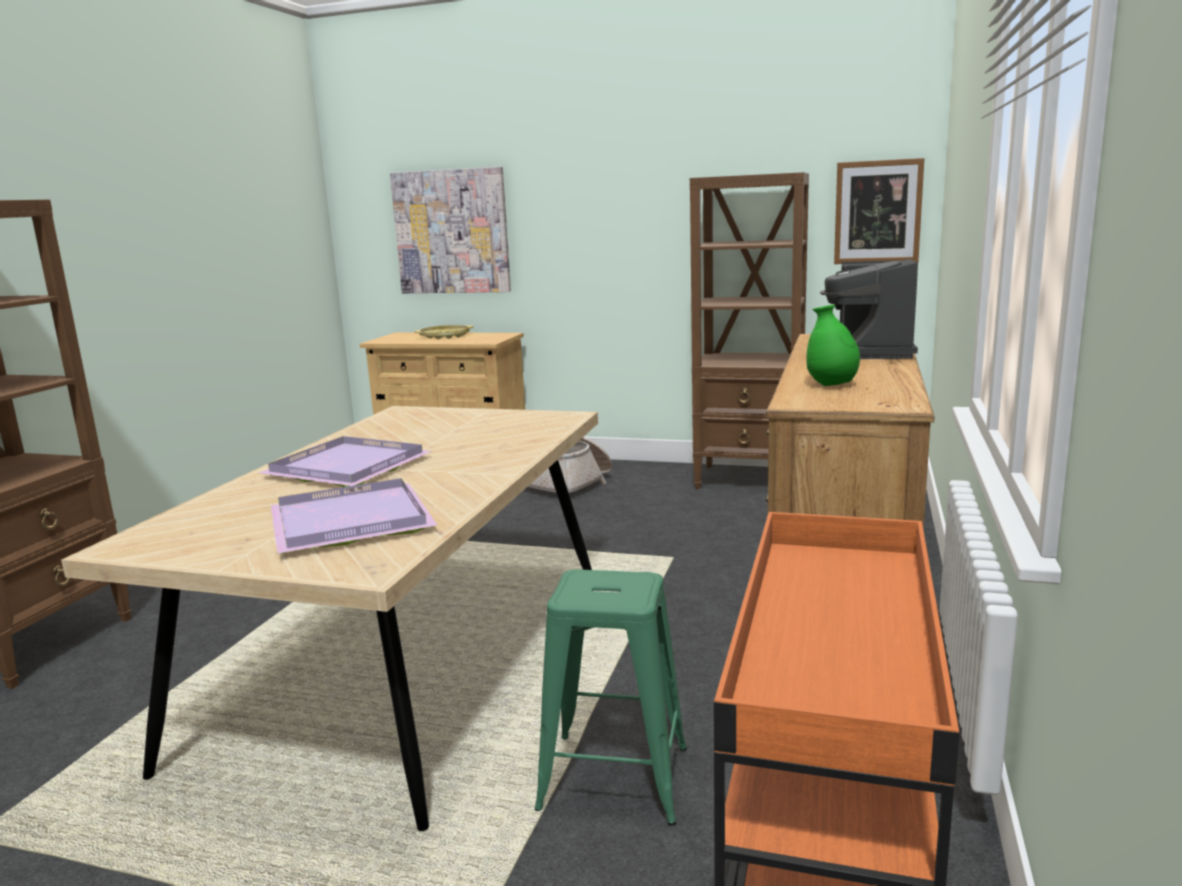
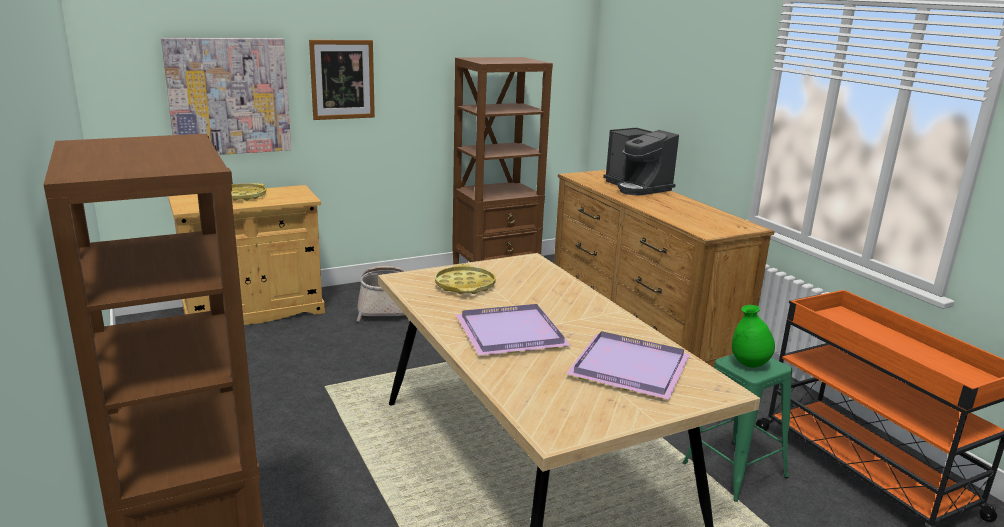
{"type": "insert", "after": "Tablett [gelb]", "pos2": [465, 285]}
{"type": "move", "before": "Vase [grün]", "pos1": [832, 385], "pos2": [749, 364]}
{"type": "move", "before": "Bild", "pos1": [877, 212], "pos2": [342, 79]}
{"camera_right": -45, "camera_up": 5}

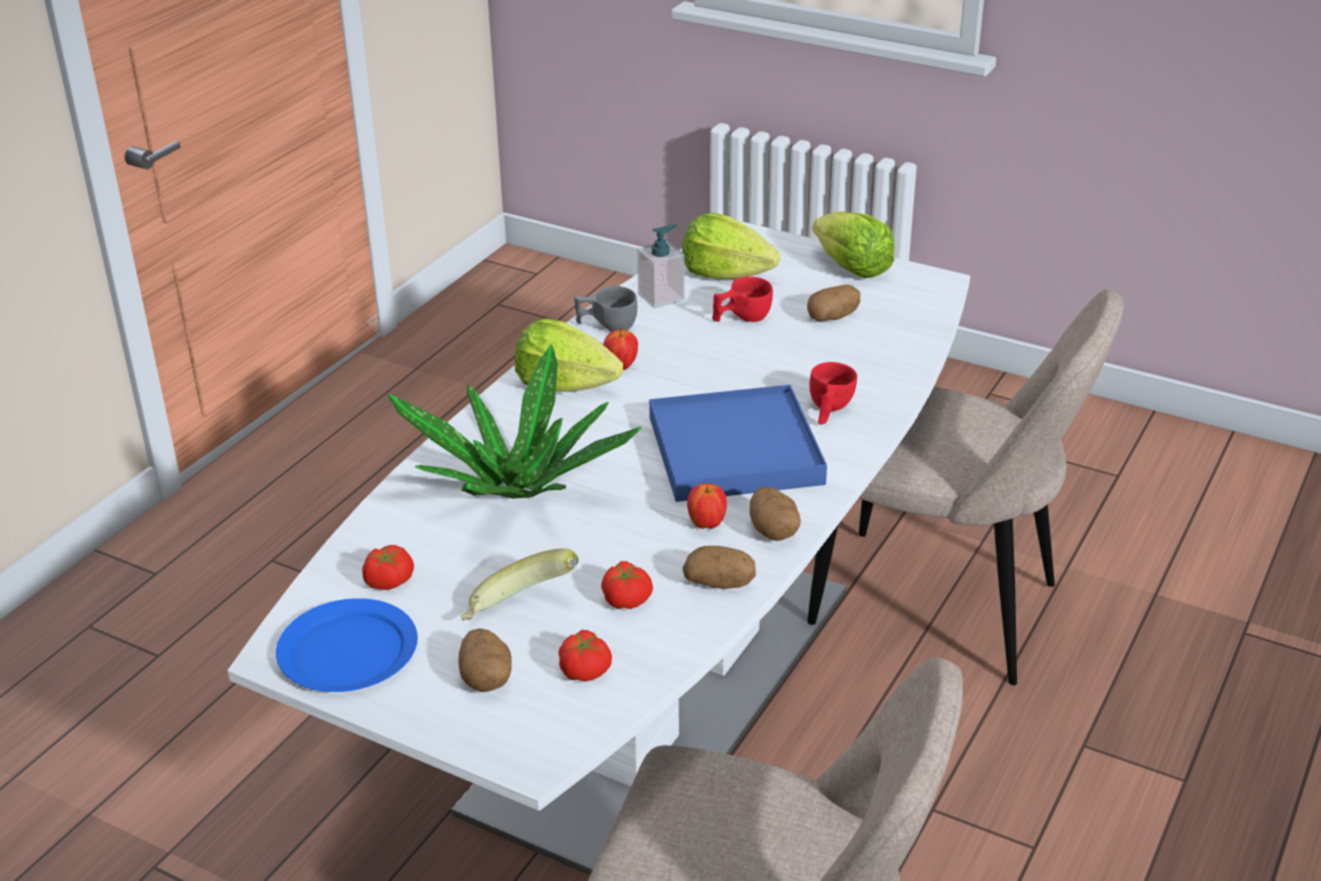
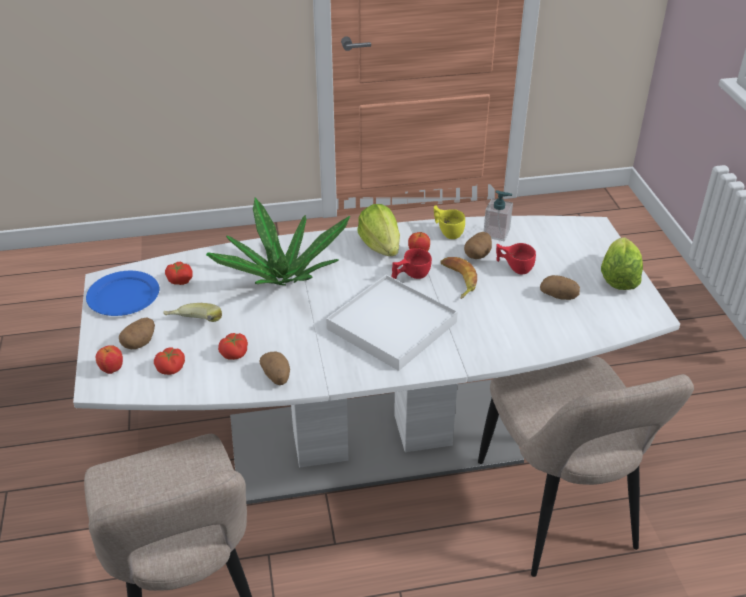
{"type": "delete", "before": "Salatkopf", "pos1": [725, 274]}
{"type": "insert", "after": "Banane", "pos2": [457, 280]}
{"type": "move", "before": "Apfel", "pos1": [706, 524], "pos2": [112, 369]}
{"type": "move", "before": "Kartoffel", "pos1": [773, 530], "pos2": [477, 254]}
{"type": "move", "before": "Tasse [rot]", "pos1": [828, 410], "pos2": [410, 275]}
{"type": "recolor", "before": "Tasse [grau]", "after": "Tasse [gelb]", "pos1": [606, 326], "pos2": [447, 231]}
{"type": "recolor", "before": "Tablett [blau]", "after": "Tablett [weiß]", "pos1": [734, 451], "pos2": [391, 325]}
{"camera_right": 50, "camera_up": 5}

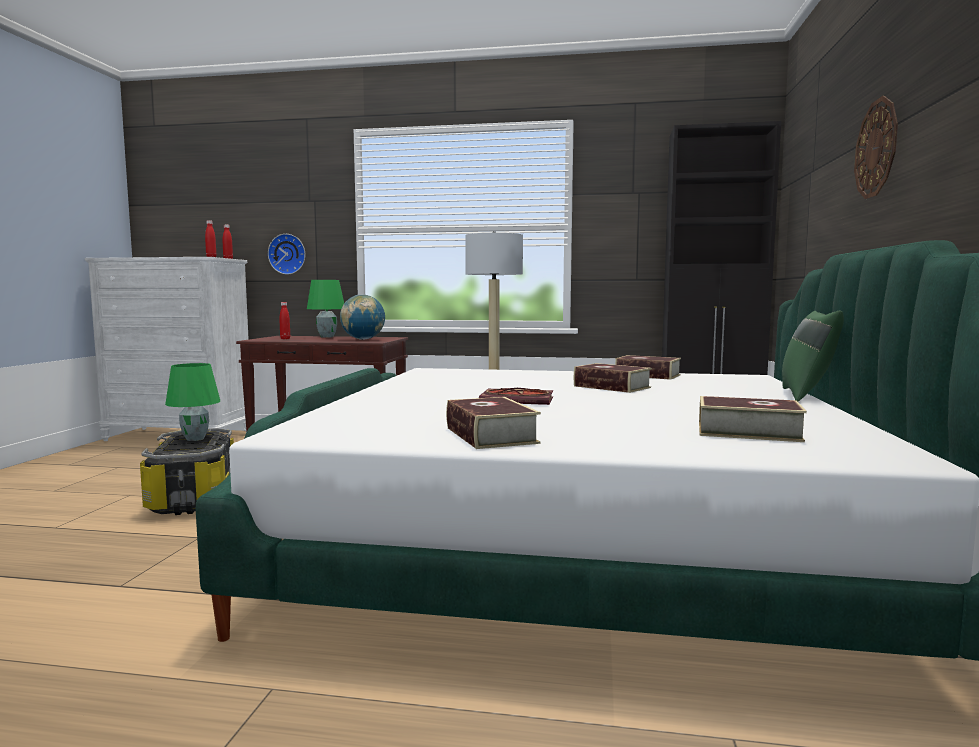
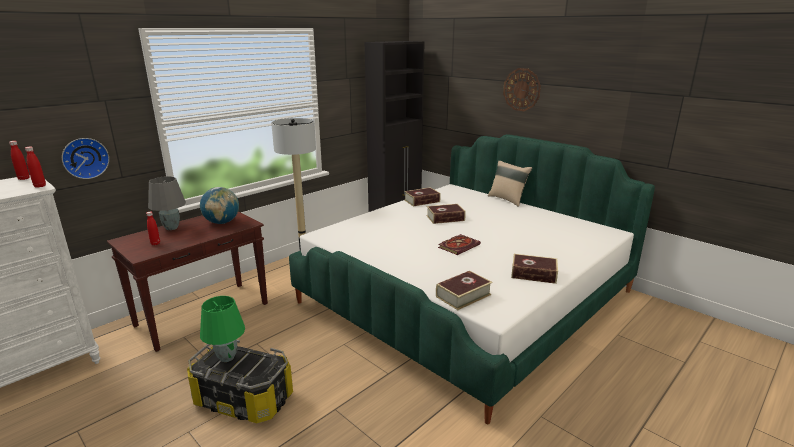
{"type": "move", "before": "Buch", "pos1": [748, 432], "pos2": [463, 295]}
{"type": "recolor", "before": "Tischlampe [grün]", "after": "Tischlampe [grau]", "pos1": [326, 337], "pos2": [171, 228]}
{"type": "recolor", "before": "Kissen [grün]", "after": "Kissen [beige]", "pos1": [808, 395], "pos2": [507, 199]}
{"camera_right": -55, "camera_up": 15}

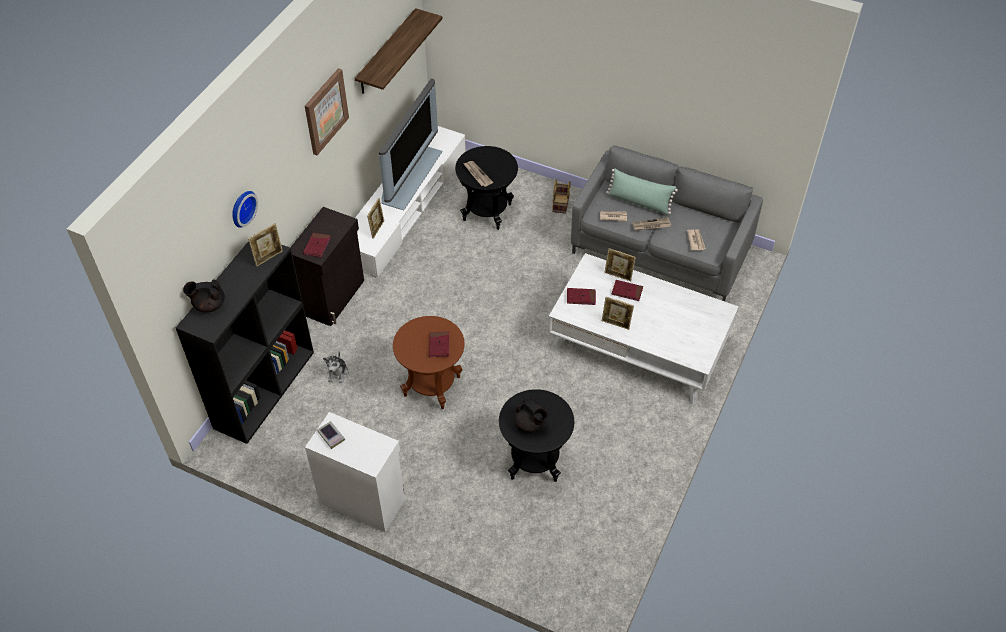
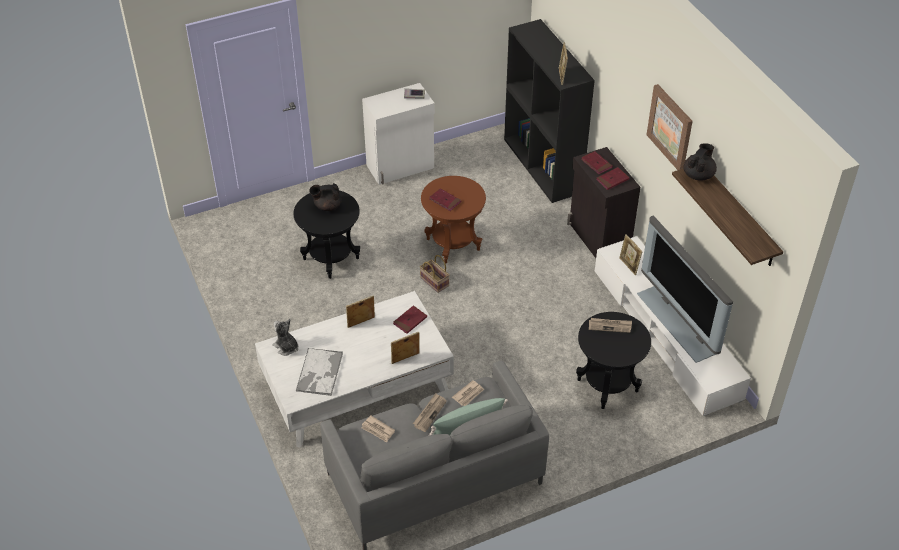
{"type": "delete", "before": "Wanduhr", "pos1": [241, 208]}
{"type": "insert", "after": "Tablett", "pos2": [319, 372]}
{"type": "move", "before": "Teekanne [schwarz]", "pos1": [209, 304], "pos2": [698, 175]}
{"type": "move", "before": "Plüschtier", "pos1": [338, 373], "pos2": [286, 347]}
{"type": "move", "before": "Korb", "pos1": [561, 204], "pos2": [433, 282]}
{"type": "move", "before": "Buch [rot]", "pos1": [627, 291], "pos2": [612, 180]}
{"camera_right": 130, "camera_up": -5}

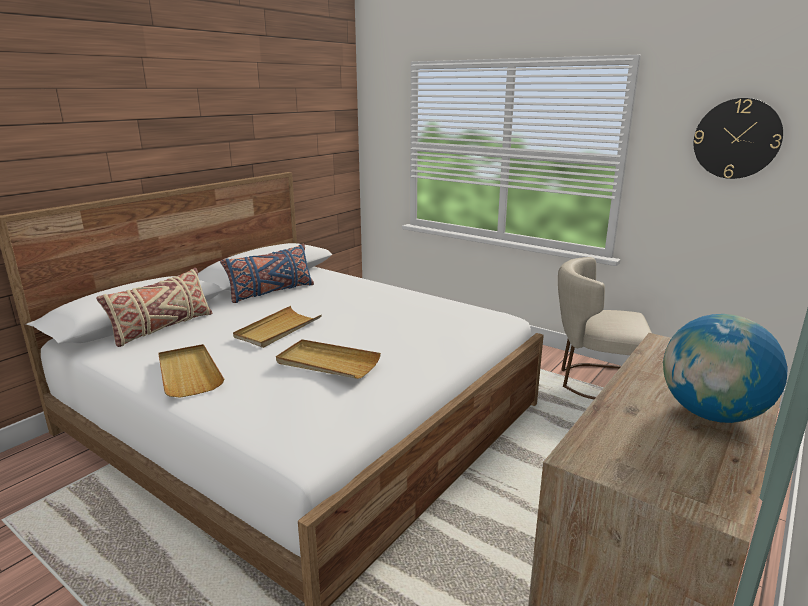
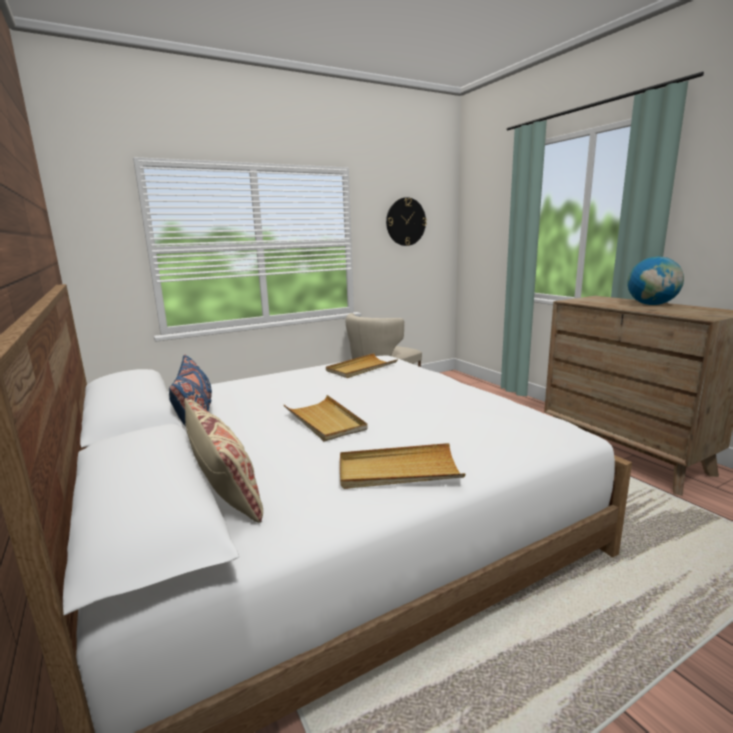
{"type": "move", "before": "Tablett [beige]", "pos1": [327, 363], "pos2": [361, 368]}
{"camera_right": -65, "camera_up": -5}

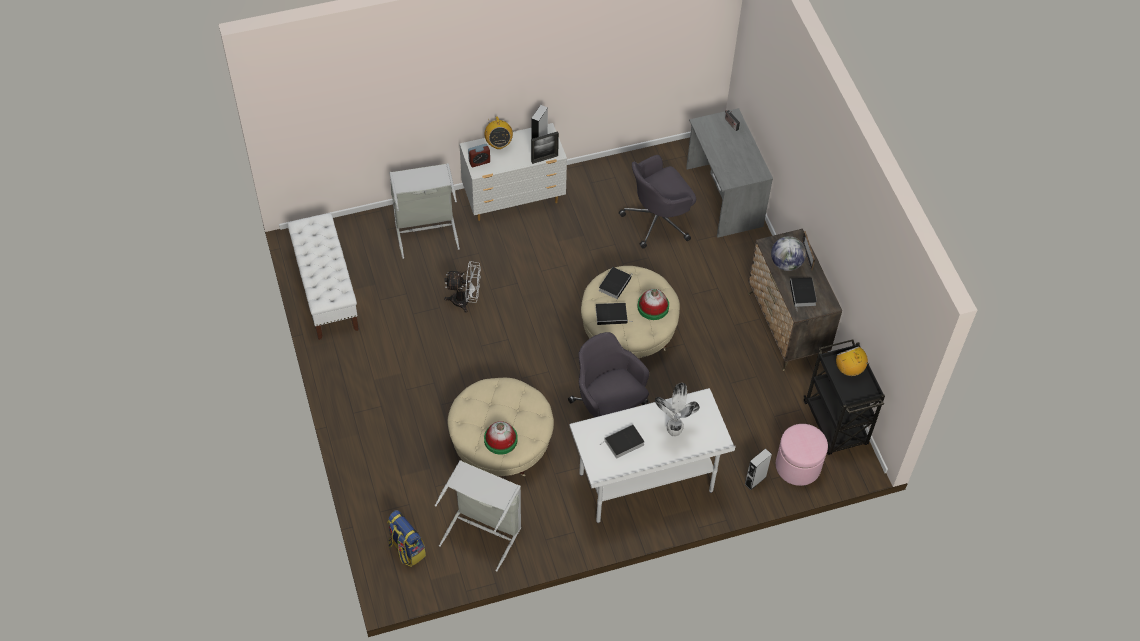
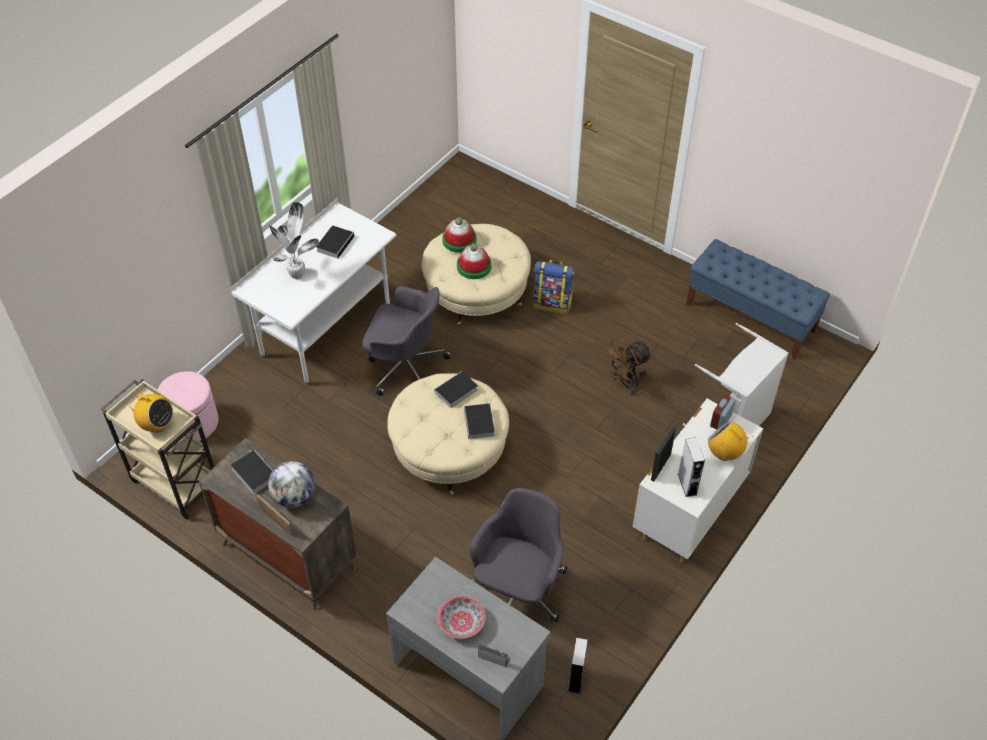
{"type": "delete", "before": "Wäschekorb [grau]", "pos1": [484, 530]}
{"type": "insert", "after": "Schüssel", "pos2": [461, 623]}
{"type": "move", "before": "Rucksack", "pos1": [406, 549], "pos2": [552, 303]}
{"type": "move", "before": "Hut", "pos1": [653, 307], "pos2": [474, 266]}
{"type": "move", "before": "Lautsprecher [grau]", "pos1": [755, 480], "pos2": [576, 679]}
{"type": "recolor", "before": "Bank [weiß]", "after": "Bank [blau]", "pos1": [326, 290], "pos2": [751, 318]}
{"type": "recolor", "before": "Ventilator [weiß]", "after": "Ventilator [braun]", "pos1": [465, 301], "pos2": [625, 383]}
{"type": "recolor", "before": "Rollwagen [schwarz]", "after": "Rollwagen [beige]", "pos1": [836, 425], "pos2": [175, 482]}
{"camera_right": 145, "camera_up": -5}

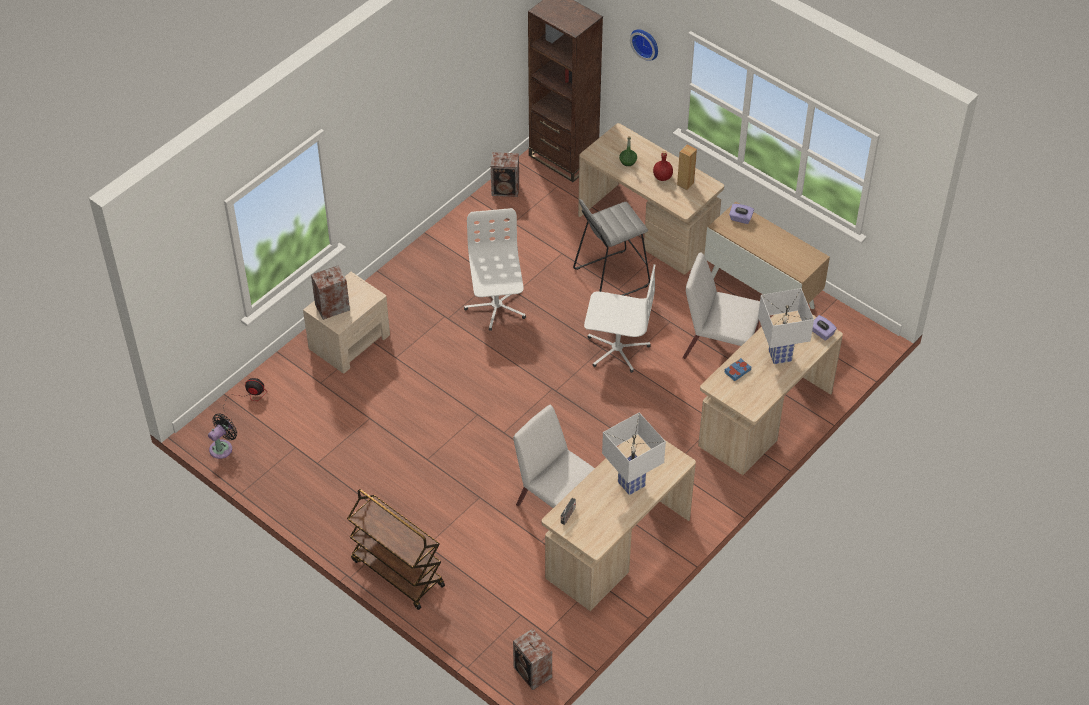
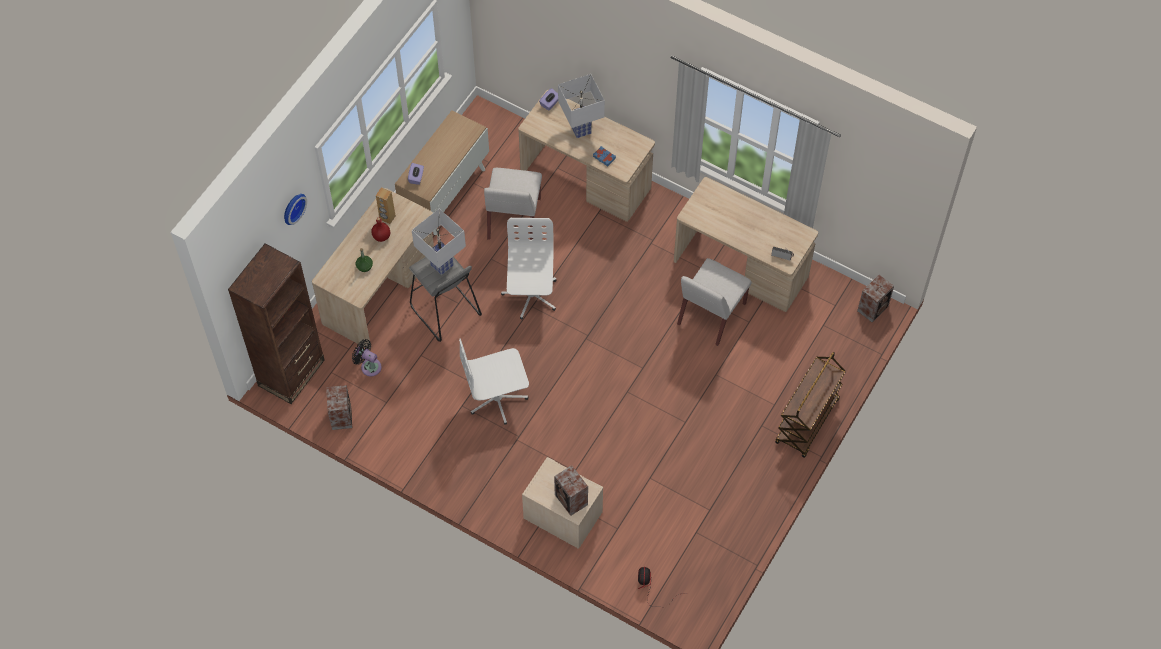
{"type": "move", "before": "Ventilator [schwarz]", "pos1": [223, 447], "pos2": [369, 366]}
{"type": "move", "before": "Tischlampe [weiß]", "pos1": [631, 484], "pos2": [442, 265]}
{"camera_right": -100, "camera_up": 10}

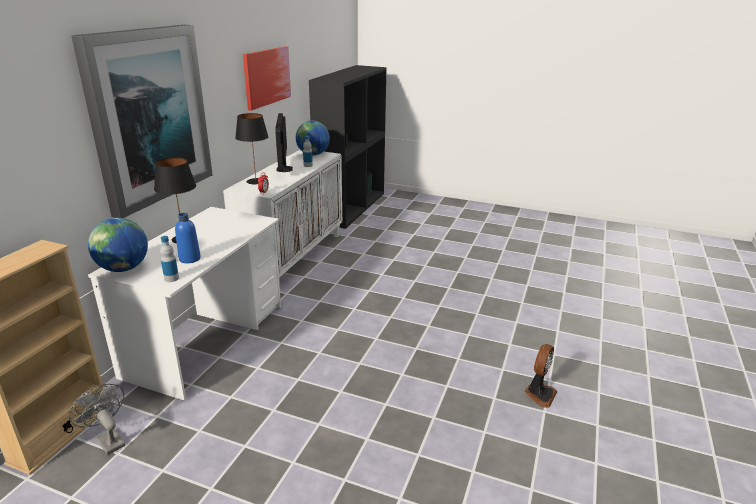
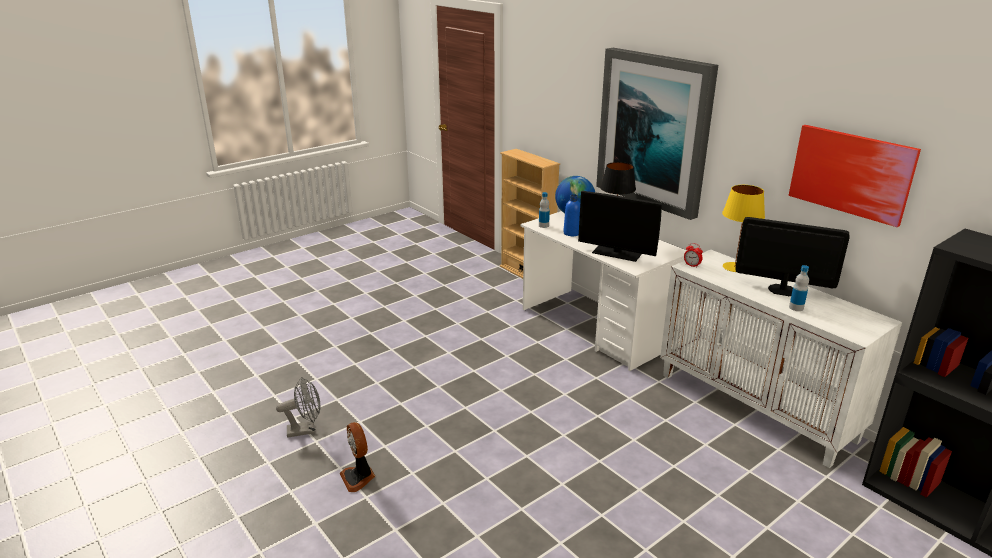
{"type": "delete", "before": "Globus", "pos1": [313, 154]}
{"type": "insert", "after": "Monitor", "pos2": [616, 253]}
{"type": "move", "before": "Ventilator [grau]", "pos1": [108, 440], "pos2": [305, 430]}
{"type": "recolor", "before": "Tischlampe [schwarz]", "after": "Tischlampe [gelb]", "pos1": [256, 181], "pos2": [735, 267]}
{"camera_right": 120, "camera_up": 0}

